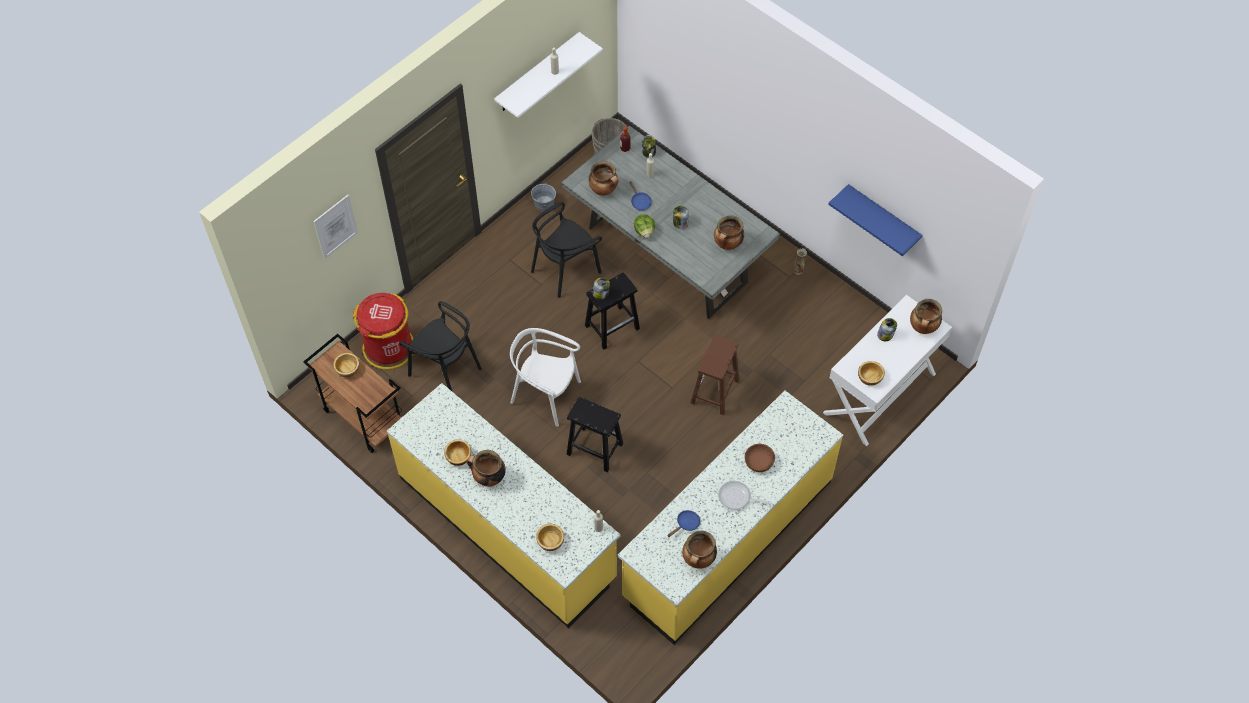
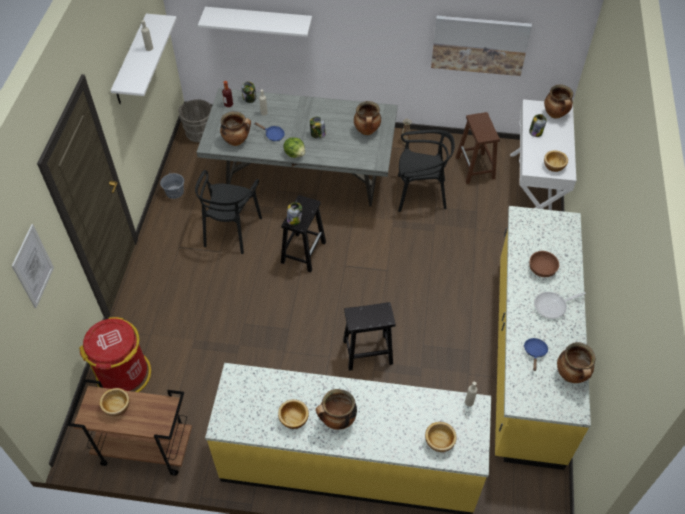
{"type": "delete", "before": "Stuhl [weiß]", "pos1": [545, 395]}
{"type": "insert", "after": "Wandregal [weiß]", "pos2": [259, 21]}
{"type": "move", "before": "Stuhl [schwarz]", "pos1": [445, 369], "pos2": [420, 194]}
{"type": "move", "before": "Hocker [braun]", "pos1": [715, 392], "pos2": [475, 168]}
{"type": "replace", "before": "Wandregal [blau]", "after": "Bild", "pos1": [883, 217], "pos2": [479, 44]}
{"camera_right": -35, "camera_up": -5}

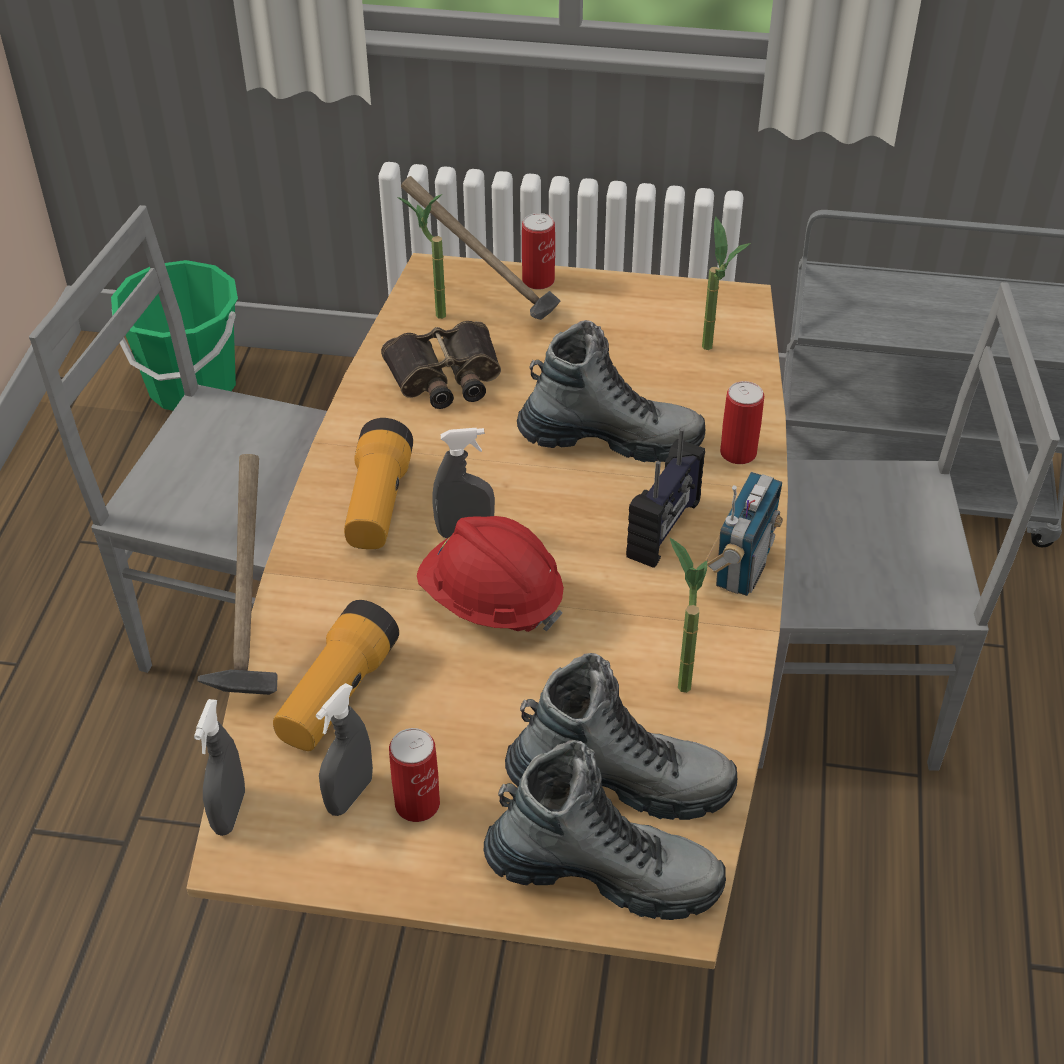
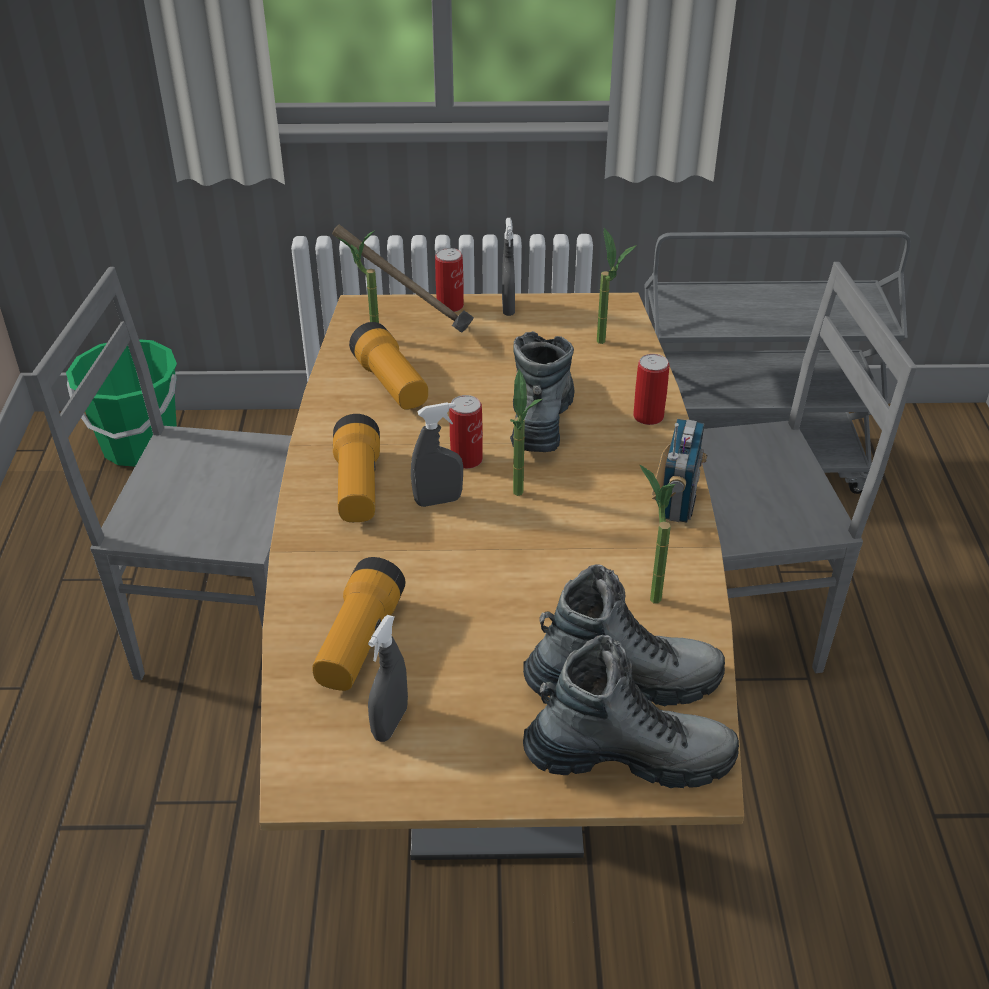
{"type": "delete", "before": "Hammer", "pos1": [251, 632]}
{"type": "delete", "before": "Schutzhelm [rot]", "pos1": [491, 601]}
{"type": "delete", "before": "Radio", "pos1": [665, 529]}
{"type": "insert", "after": "Topfpflanze", "pos2": [522, 499]}
{"type": "move", "before": "Sprühflasche [grau]", "pos1": [229, 812], "pos2": [508, 308]}
{"type": "move", "before": "Dose", "pos1": [417, 804], "pos2": [466, 459]}
{"type": "replace", "before": "Fernglas", "after": "Taschenlampe", "pos1": [445, 377], "pos2": [391, 384]}
{"type": "rotate", "before": "Stiefel", "pos1": [610, 439], "pos2": [541, 417], "turn": -75}
{"camera_right": -10, "camera_up": -5}

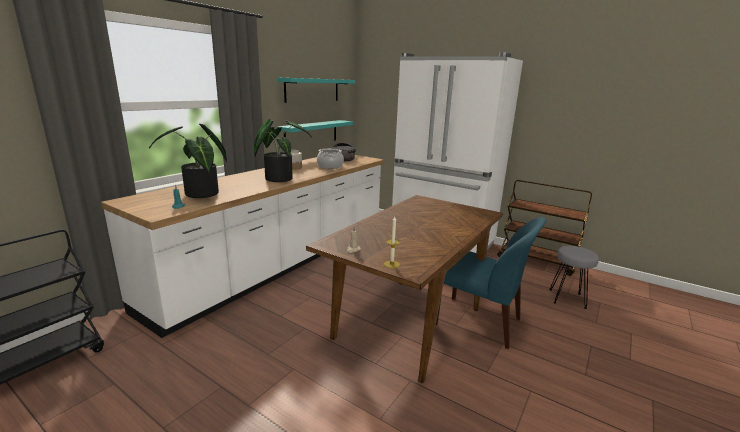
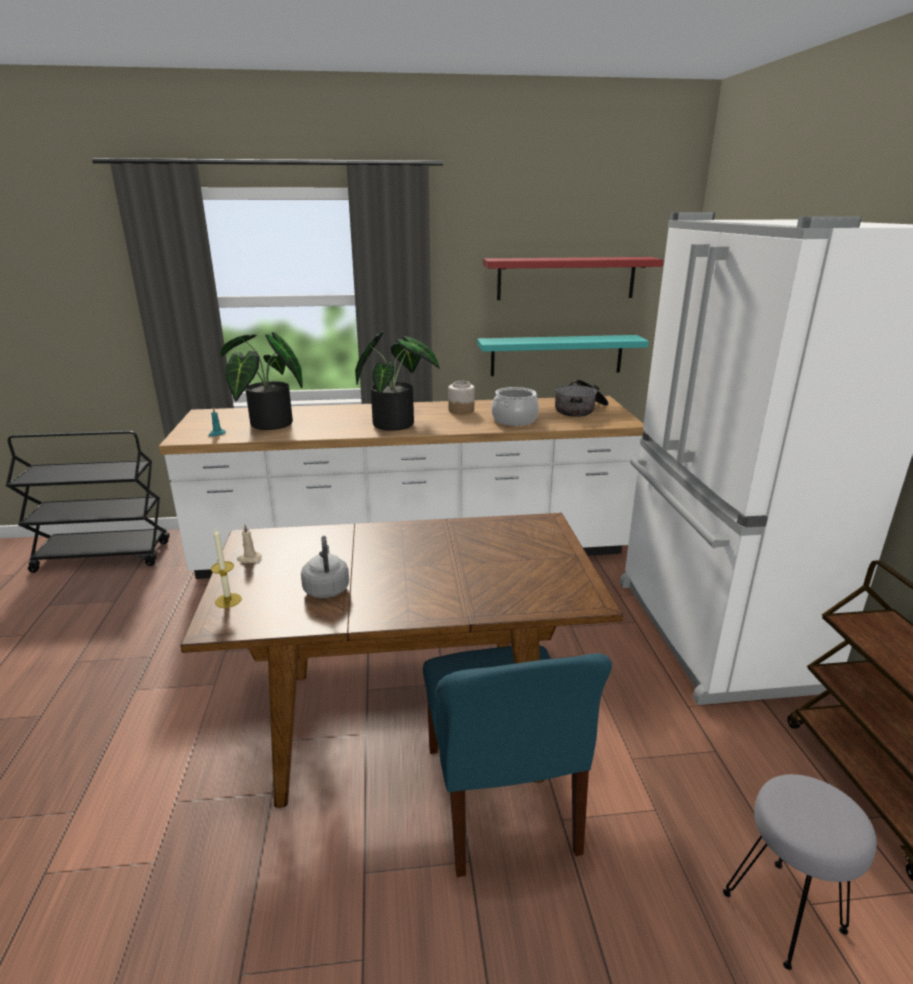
{"type": "insert", "after": "Wasserkessel [grau]", "pos2": [326, 588]}
{"type": "recolor", "before": "Wandregal [türkis]", "after": "Wandregal [rot]", "pos1": [312, 90], "pos2": [566, 278]}
{"camera_right": 50, "camera_up": 5}

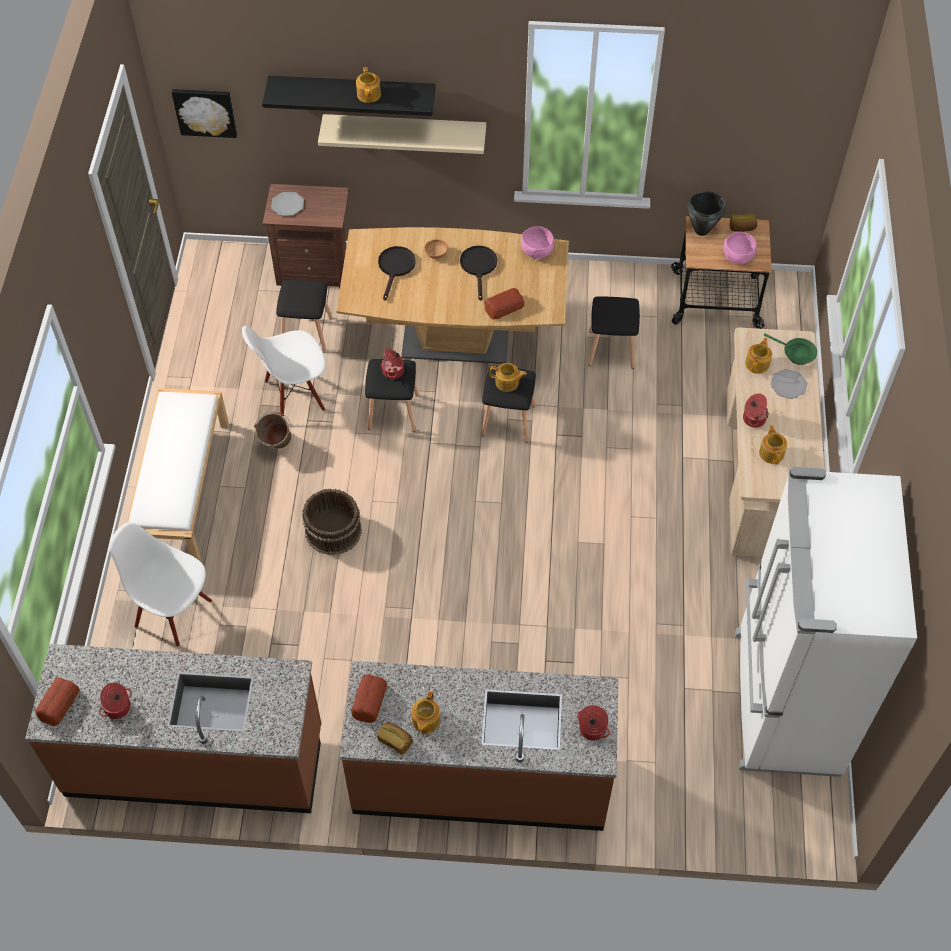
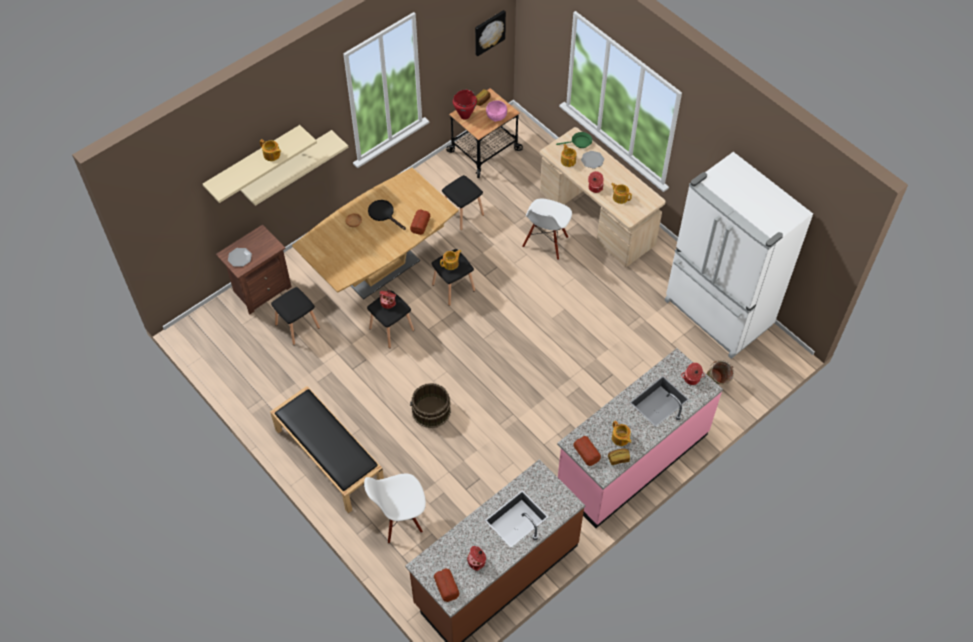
{"type": "delete", "before": "Pfanne [schwarz]", "pos1": [395, 268]}
{"type": "delete", "before": "Schüssel [rosa]", "pos1": [536, 251]}
{"type": "move", "before": "Bild", "pos1": [205, 111], "pos2": [489, 32]}
{"type": "move", "before": "Stuhl [weiß]", "pos1": [294, 397], "pos2": [546, 242]}
{"type": "move", "before": "Eimer [grün]", "pos1": [276, 446], "pos2": [717, 383]}
{"type": "recolor", "before": "Bank [weiß]", "after": "Bank [schwarz]", "pos1": [182, 489], "pos2": [328, 457]}
{"type": "recolor", "before": "Wandregal [schwarz]", "after": "Wandregal [beige]", "pos1": [352, 92], "pos2": [253, 161]}
{"type": "recolor", "before": "Küchenzeile [braun]", "after": "Küchenzeile [rosa]", "pos1": [480, 777], "pos2": [631, 460]}
{"type": "recolor", "before": "Kochtopf [schwarz]", "after": "Kochtopf [rot]", "pos1": [701, 230], "pos2": [464, 116]}
{"camera_right": -45, "camera_up": 0}

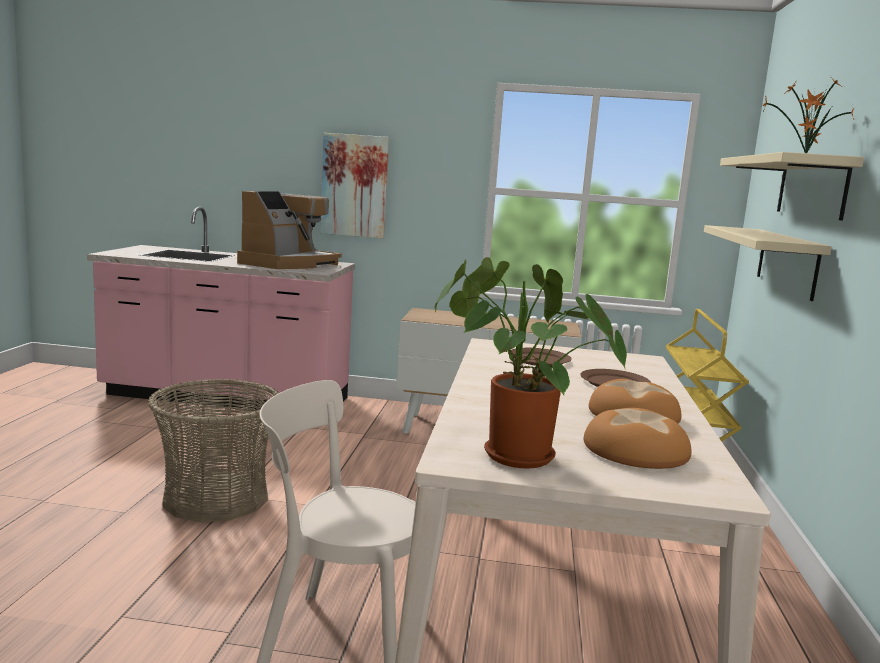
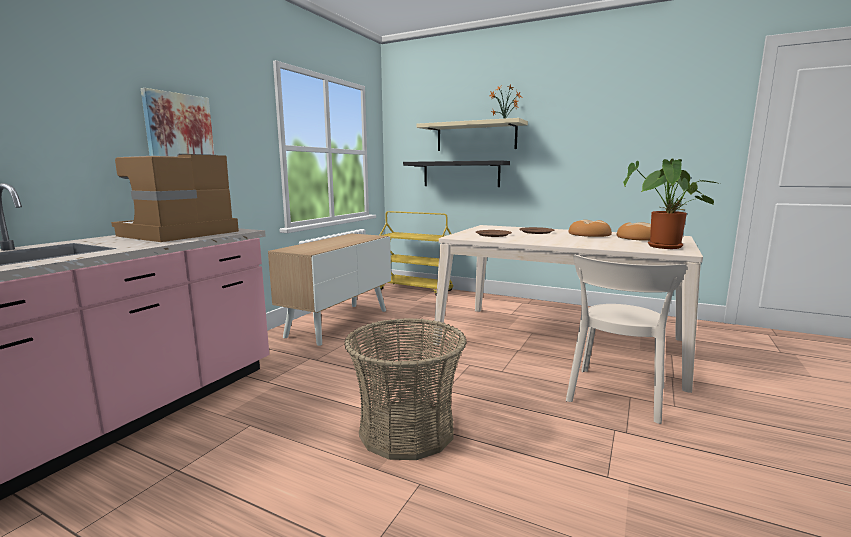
{"type": "recolor", "before": "Wandregal [beige]", "after": "Wandregal [schwarz]", "pos1": [787, 262], "pos2": [461, 174]}
{"type": "rotate", "before": "Kaffeemaschine", "pos1": [289, 263], "pos2": [178, 234], "turn": -105}
{"camera_right": -70, "camera_up": 0}

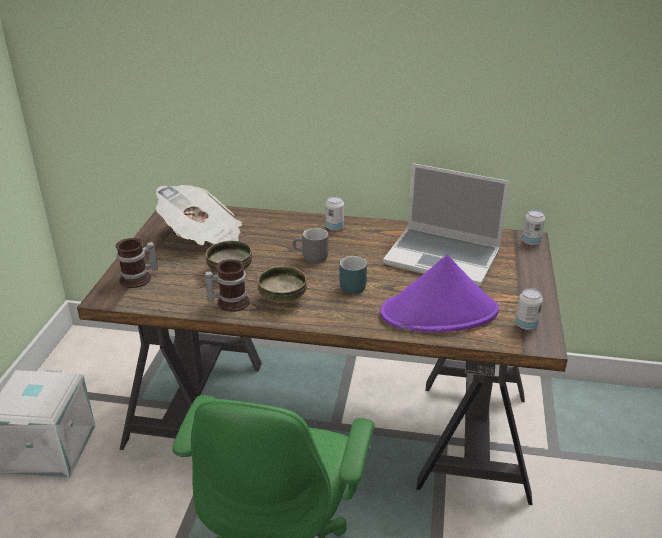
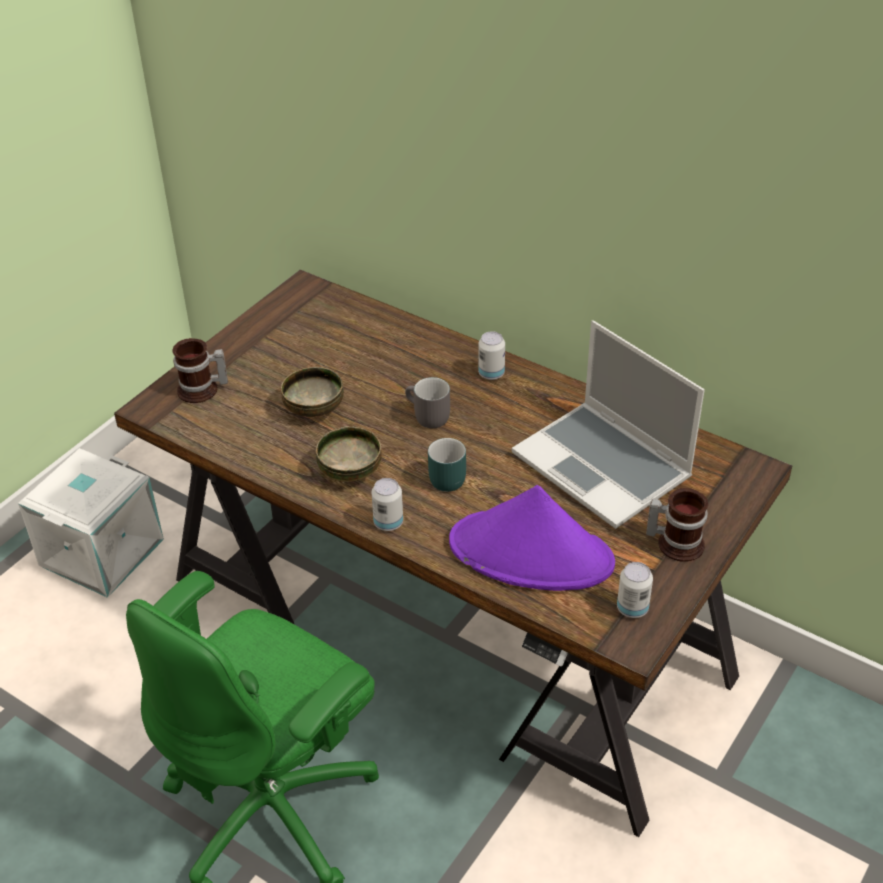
{"type": "delete", "before": "Zeitung", "pos1": [203, 238]}
{"type": "move", "before": "Henkelbecher", "pos1": [229, 302], "pos2": [676, 542]}
{"type": "move", "before": "Dose", "pos1": [531, 242], "pos2": [388, 523]}
{"camera_right": 25, "camera_up": 10}

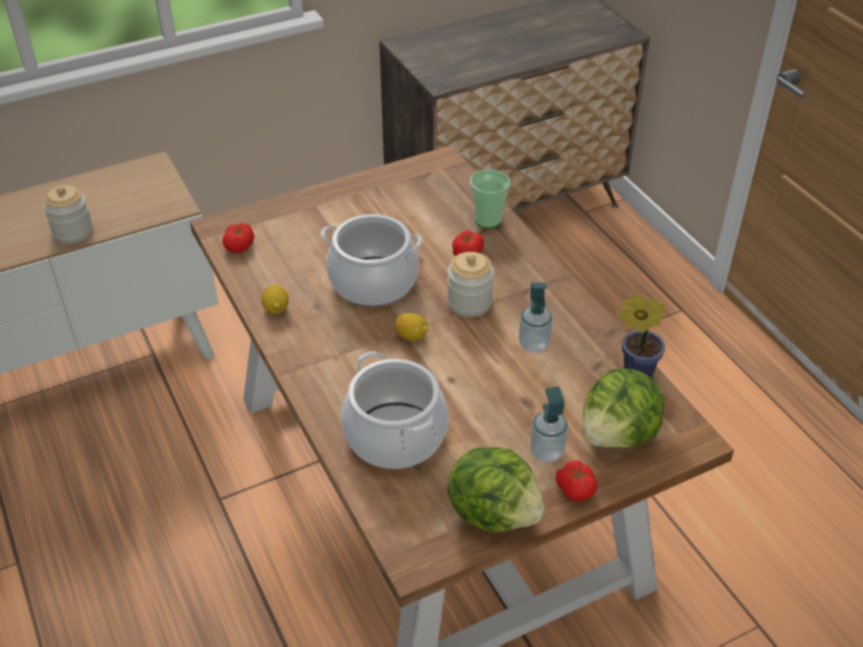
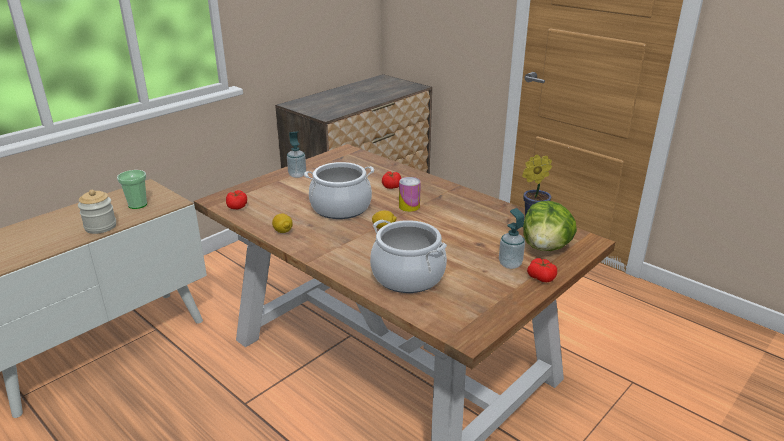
{"type": "delete", "before": "Salatkopf", "pos1": [494, 511]}
{"type": "move", "before": "Tasse", "pos1": [488, 220], "pos2": [137, 205]}
{"type": "move", "before": "Seifenspender", "pos1": [533, 344], "pos2": [297, 175]}
{"type": "replace", "before": "Vorratsglas", "after": "Dose", "pos1": [469, 302], "pos2": [409, 206]}
{"camera_right": -20, "camera_up": -15}

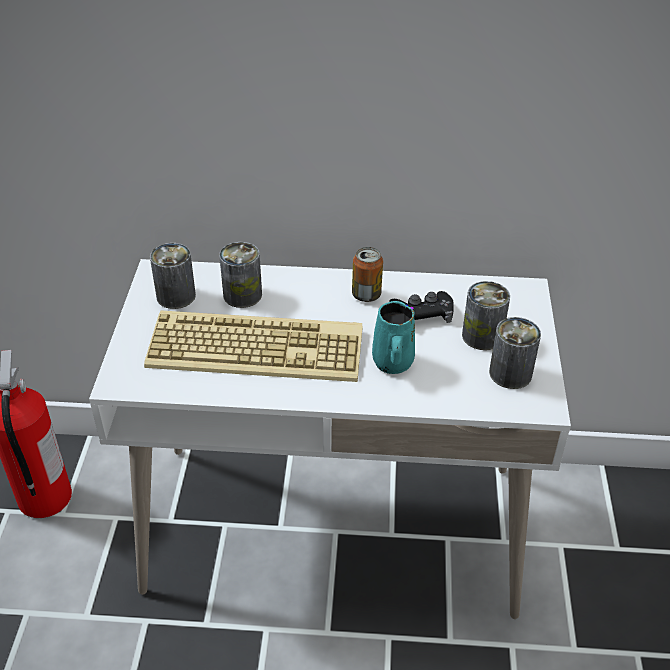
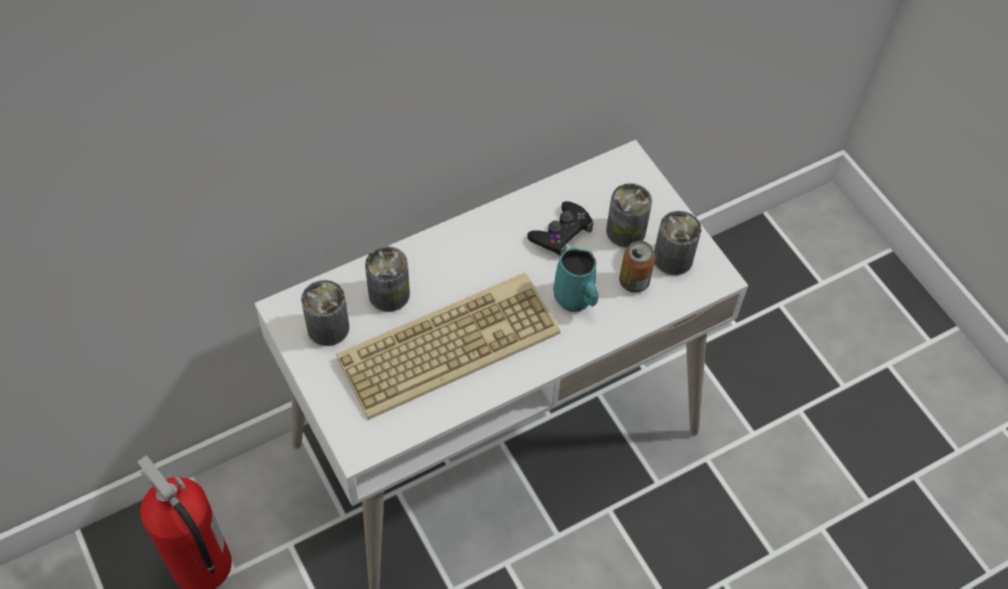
{"type": "move", "before": "Dose", "pos1": [366, 295], "pos2": [634, 281]}
{"camera_right": -35, "camera_up": 15}

